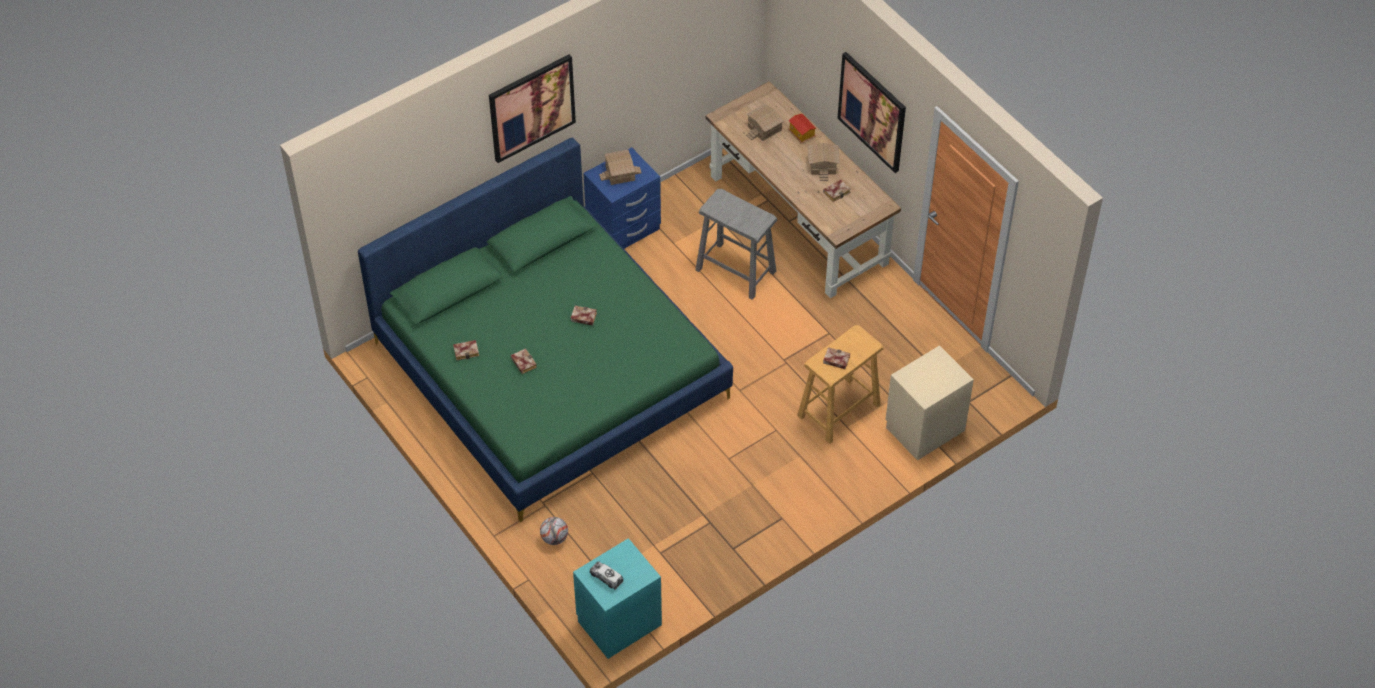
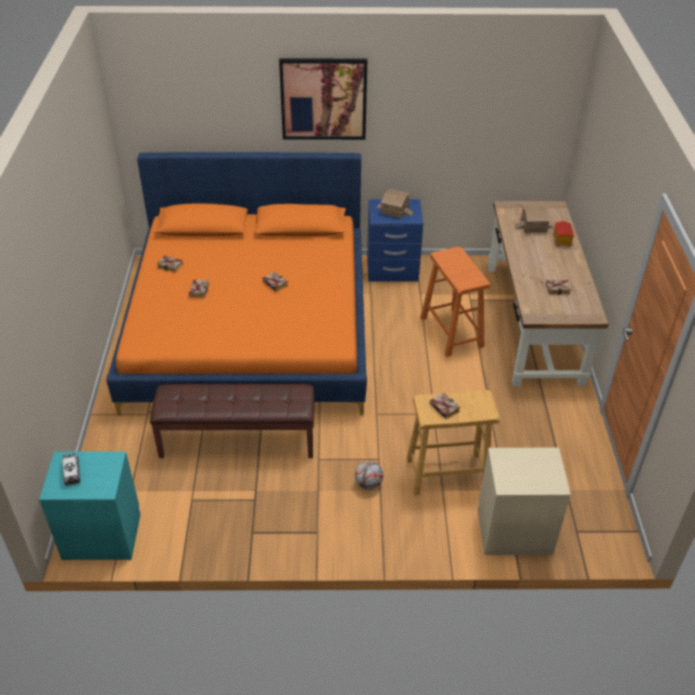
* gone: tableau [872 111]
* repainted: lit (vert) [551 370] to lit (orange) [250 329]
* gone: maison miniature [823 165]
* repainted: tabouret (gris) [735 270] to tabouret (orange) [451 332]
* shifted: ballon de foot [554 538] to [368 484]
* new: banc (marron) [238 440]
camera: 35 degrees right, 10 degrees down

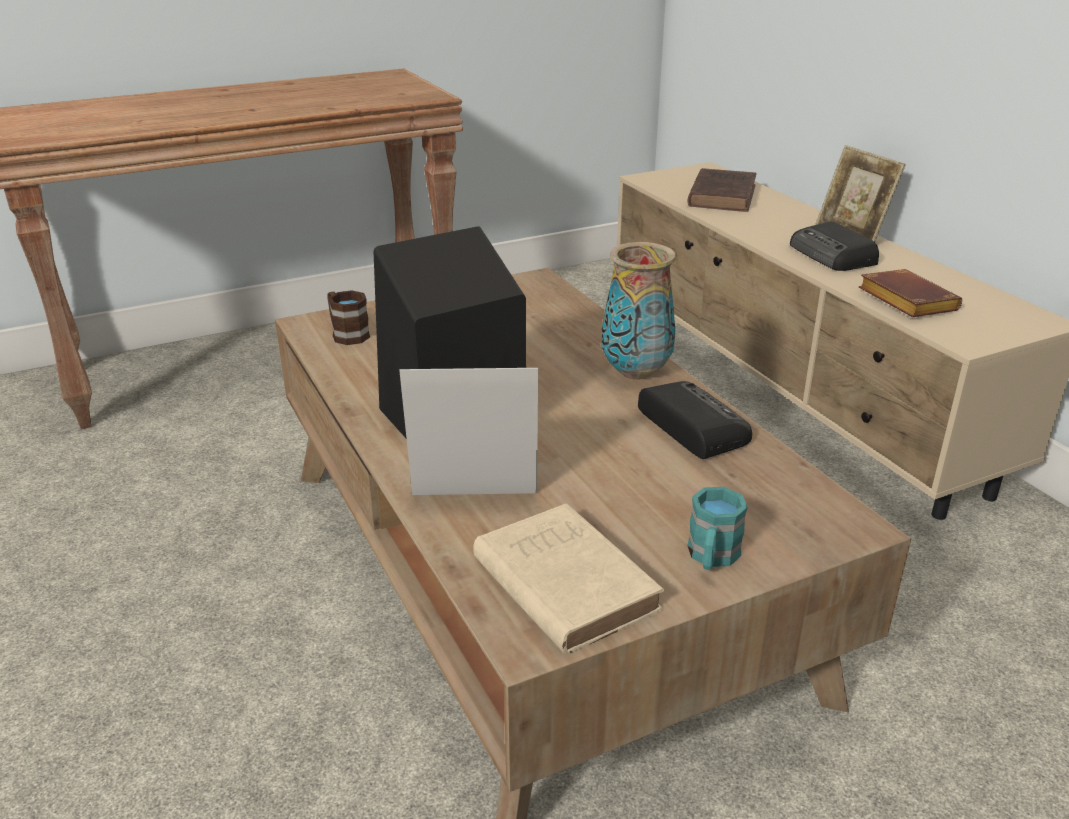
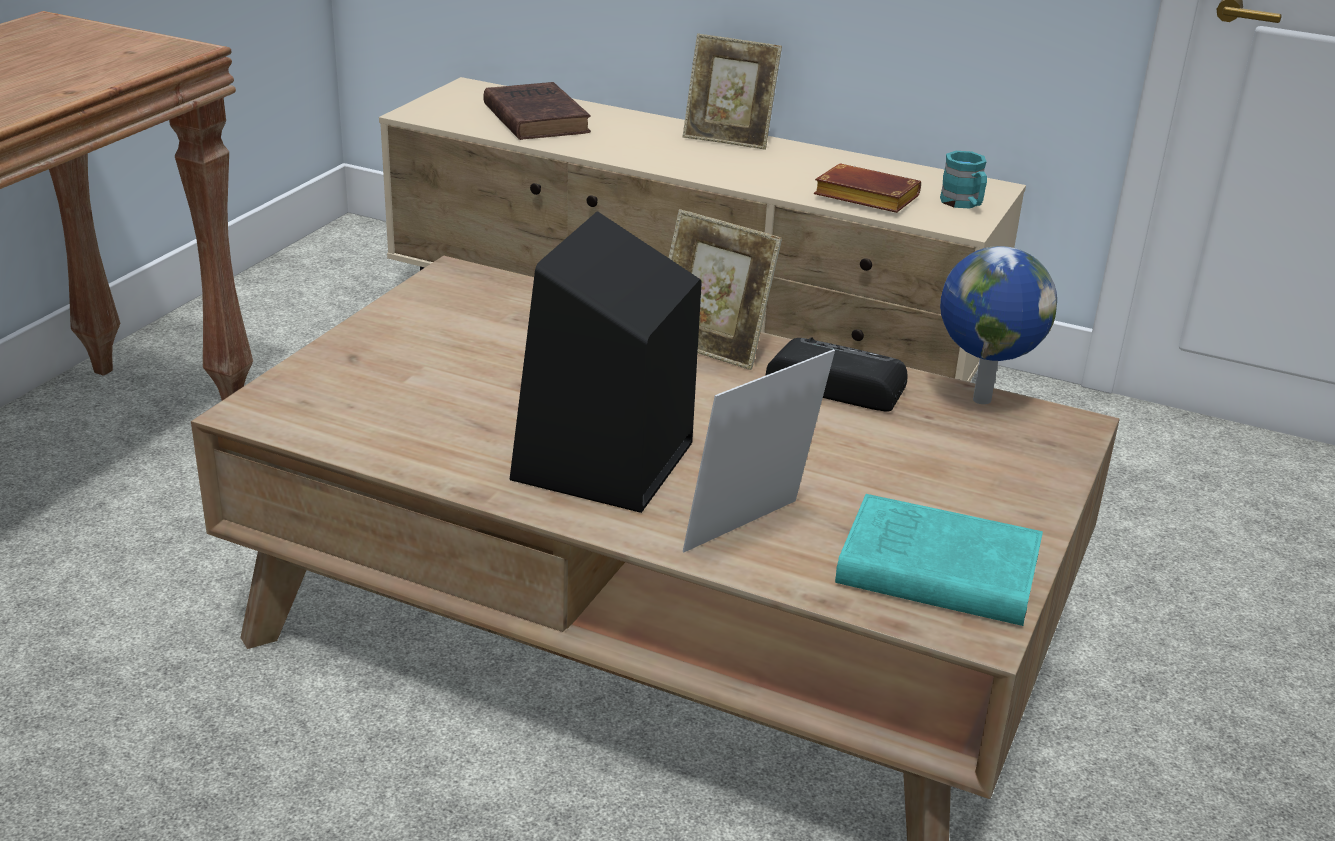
* gone: radio [833 255]
* swapped: vase [636 372] to cadre photo [711 347]
* gone: mug (marron) [346 333]
* shifted: mug (turquoise) [711 557] to [964 204]
* repainted: livre (beige) [562 582] to livre (turquoise) [932 569]
* new: globe [979 399]
camera: 40 degrees left, 0 degrees up

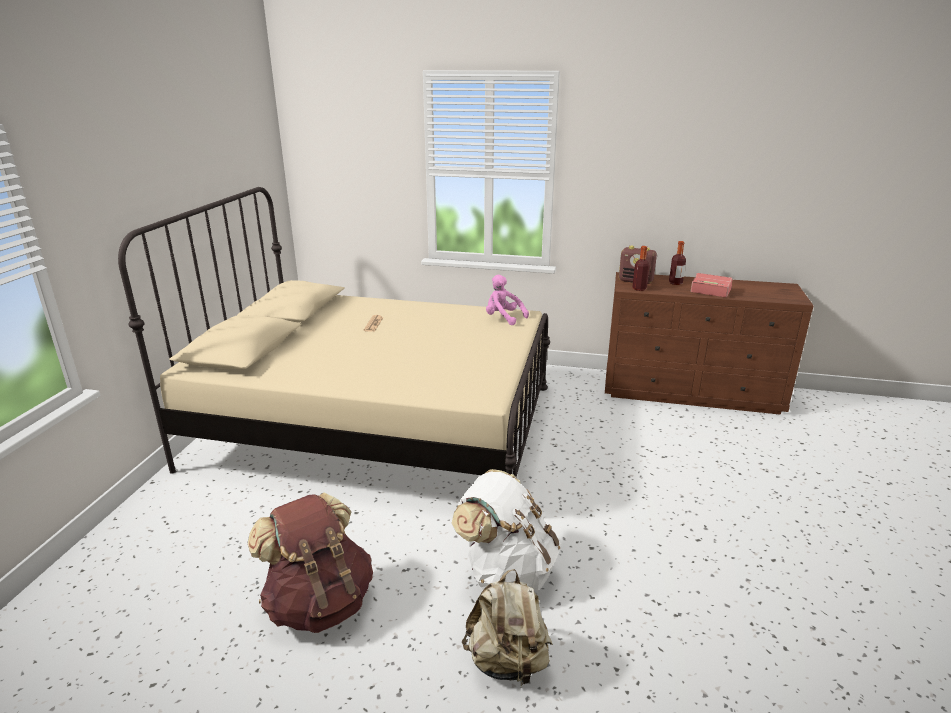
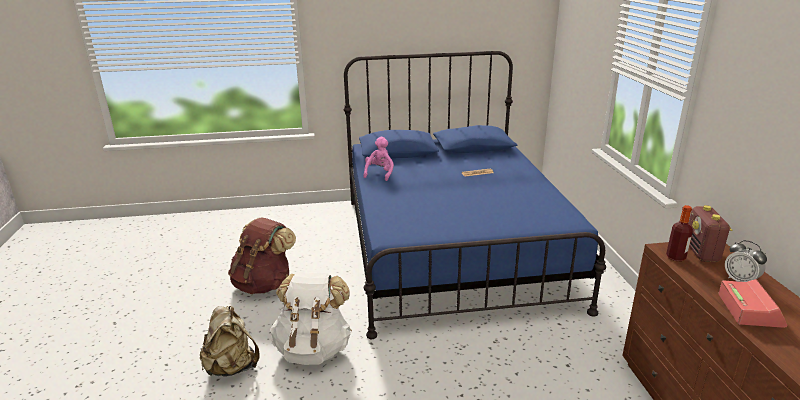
* repainted: lit (beige) [377 425] to lit (bleu) [451 249]
* swapped: bouteille [675 283] to réveil [740 280]
* shifted: peluche (rose) [503 318] to [379 173]
camera: 70 degrees right, 0 degrees up

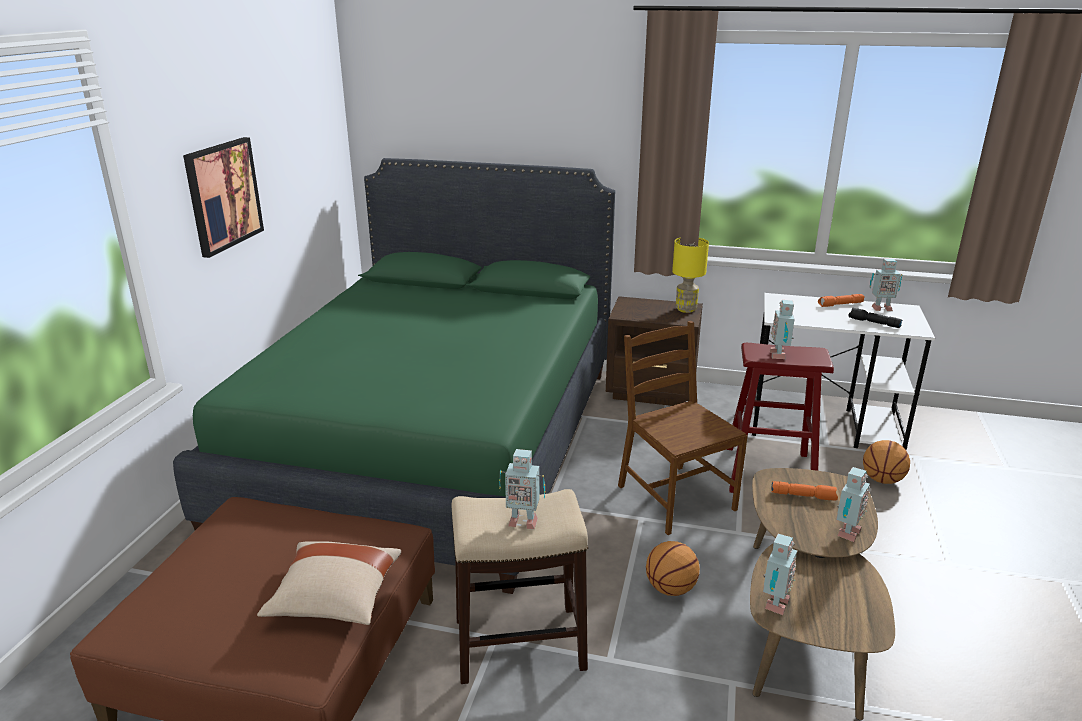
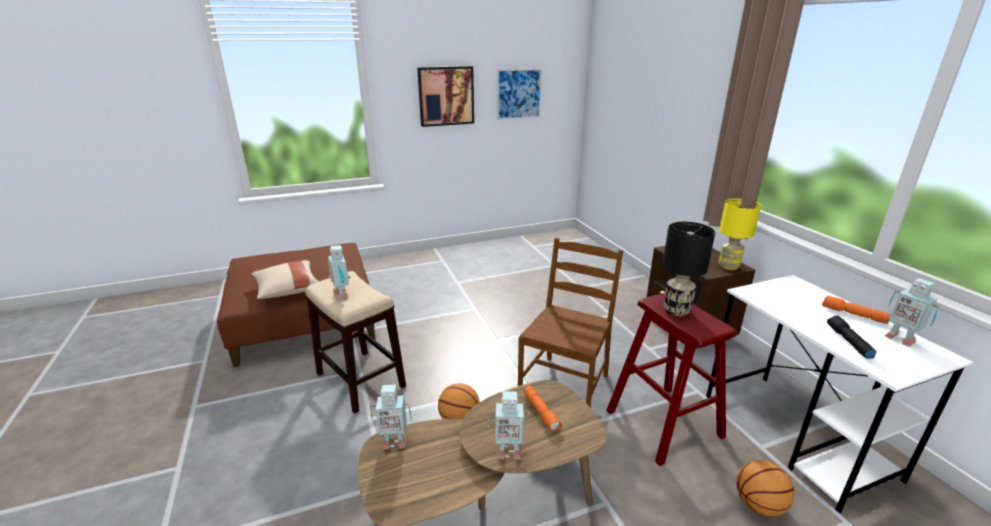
* gone: lit (vert) [436 442]
* swapped: robot jouet [779 355] to lampe de table (noir) [676 311]
* new: tableau [519 94]
camera: 55 degrees right, 0 degrees up

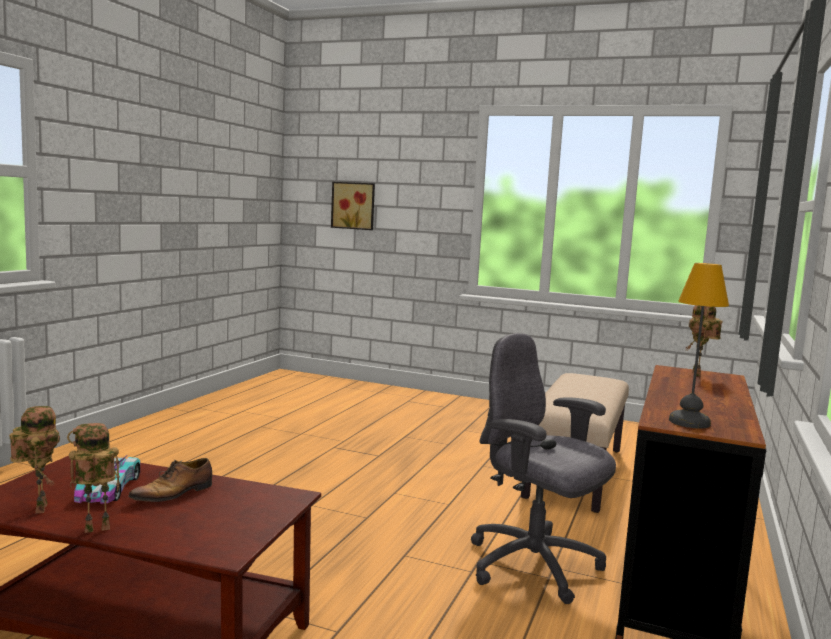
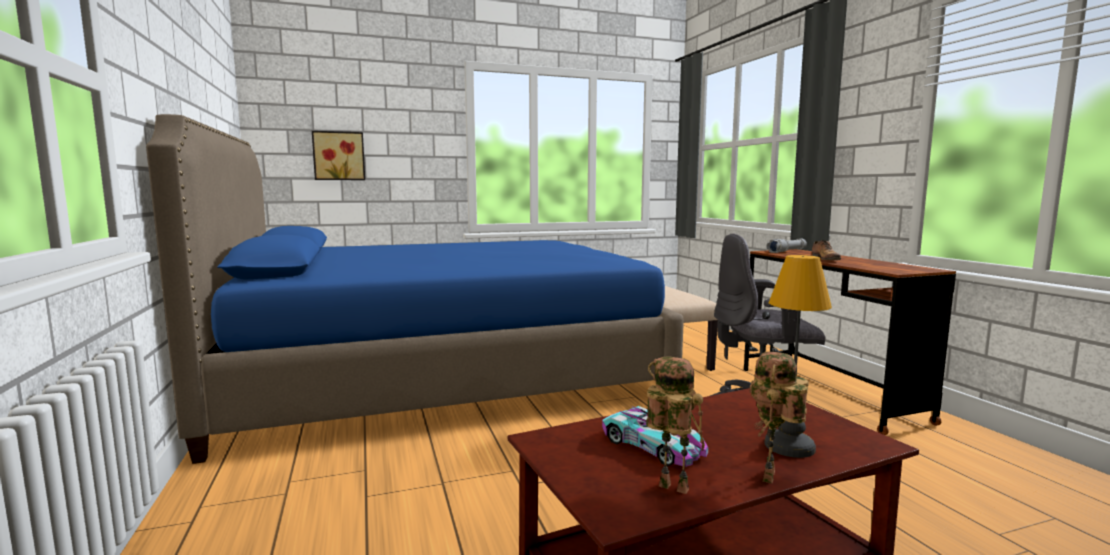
* shifted: lampe de table [690 422] to [789 445]
* swapped: robot jouet [698 374] to lampe de poche (gris) [786 251]
* shifted: chaussure [174 494] to [826 259]
* new: lit (bleu) [441 374]
camera: 40 degrees left, 0 degrees up

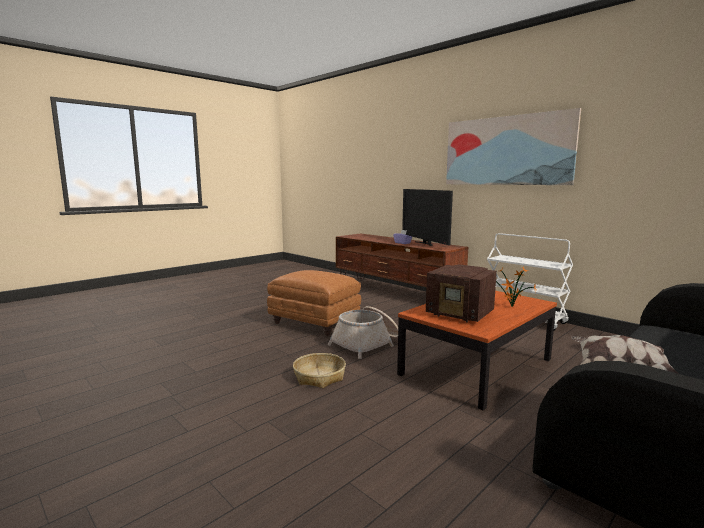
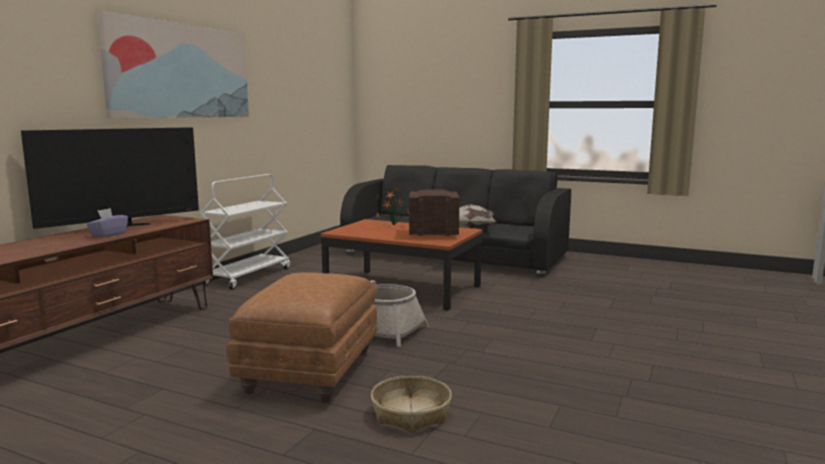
* rotated: radio [460 314] = [432 233] 105 degrees counterclockwise
* shifted: panier [319 377] to [411 413]
camera: 110 degrees left, 0 degrees up

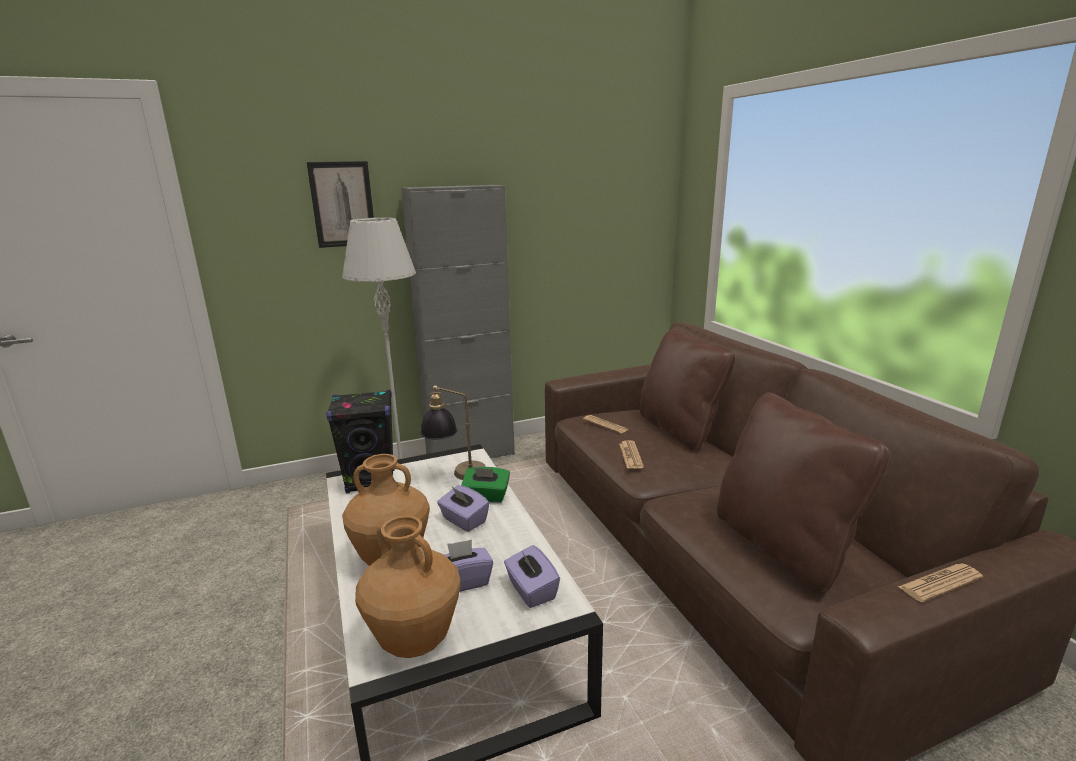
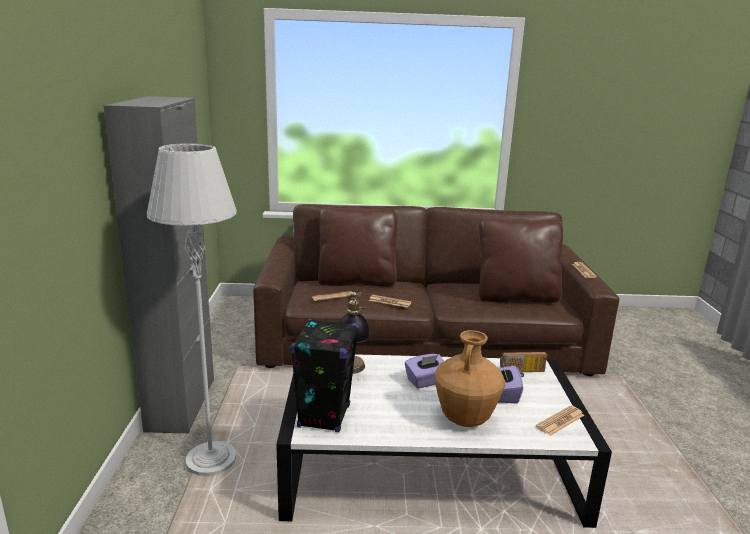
* gone: tableau [342 204]
* gone: boîte à mouchoirs (vert) [486 497]
* swapped: vase (marron) [414 640] to journal [560 421]
* swapped: boîte à mouchoirs (violet) [531 590] to radio [522 373]
camera: 70 degrees left, 0 degrees up

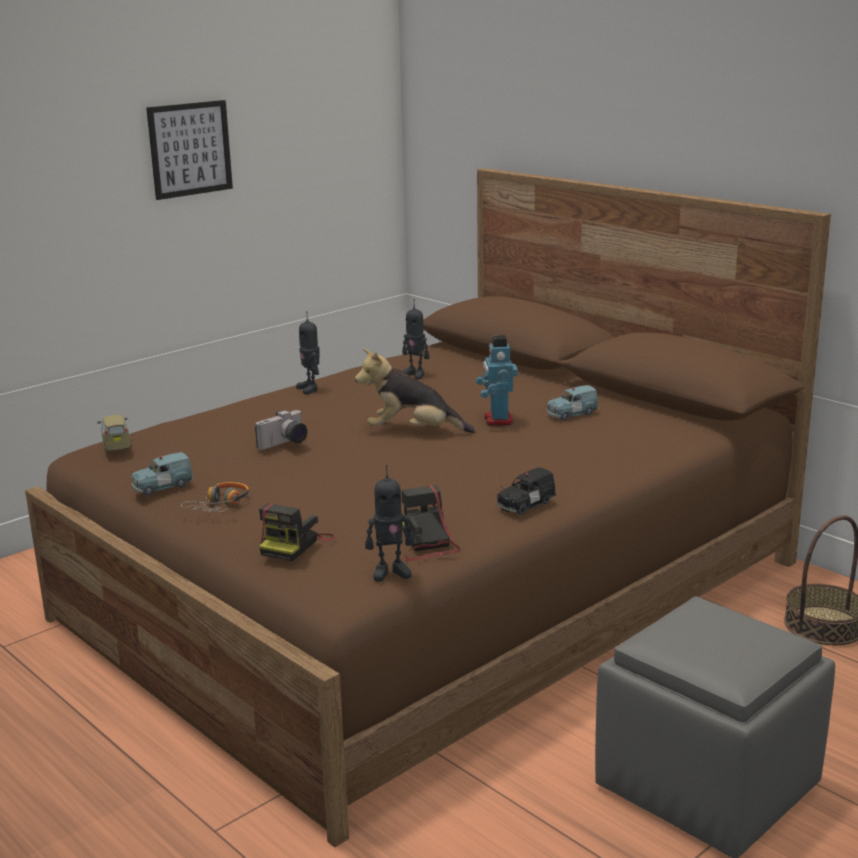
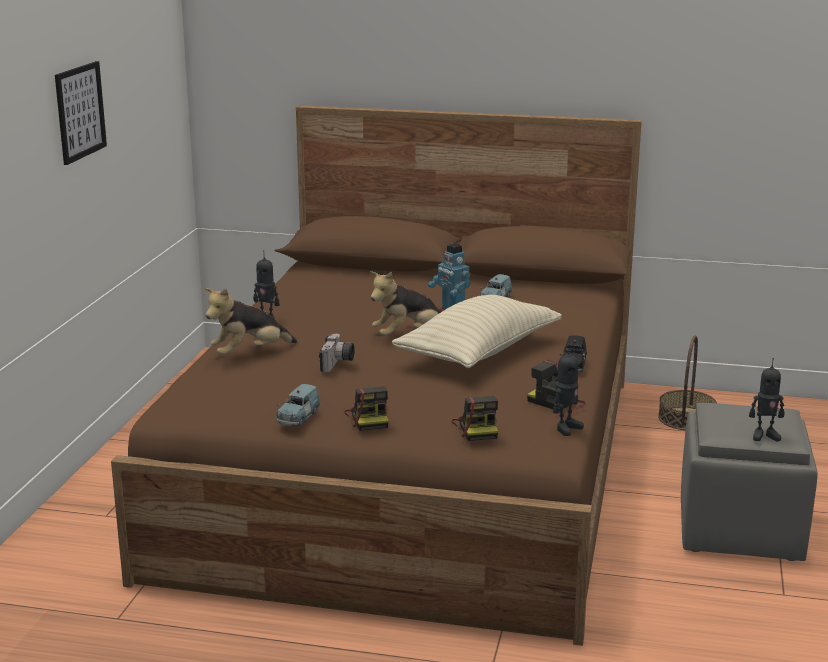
* shifted: robot jouet [415 375] to [764 436]
* gone: petite voiture [116 444]
* swapped: casque audio [221 505] to appareil photo [369 418]
* new: peluche [249 353]
* new: coussin (beige) [478 352]
camera: 35 degrees left, 0 degrees up

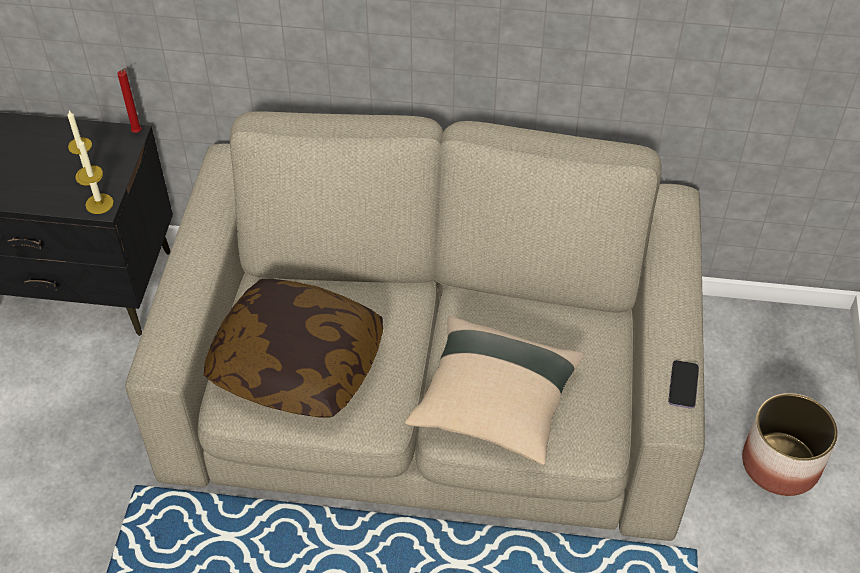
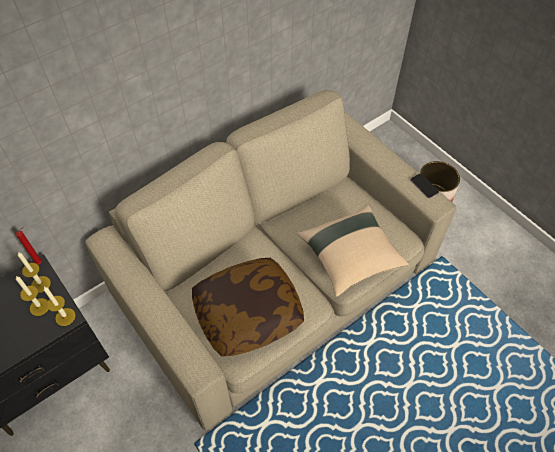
* new: bougie [41 284]
camera: 45 degrees left, 5 degrees up

